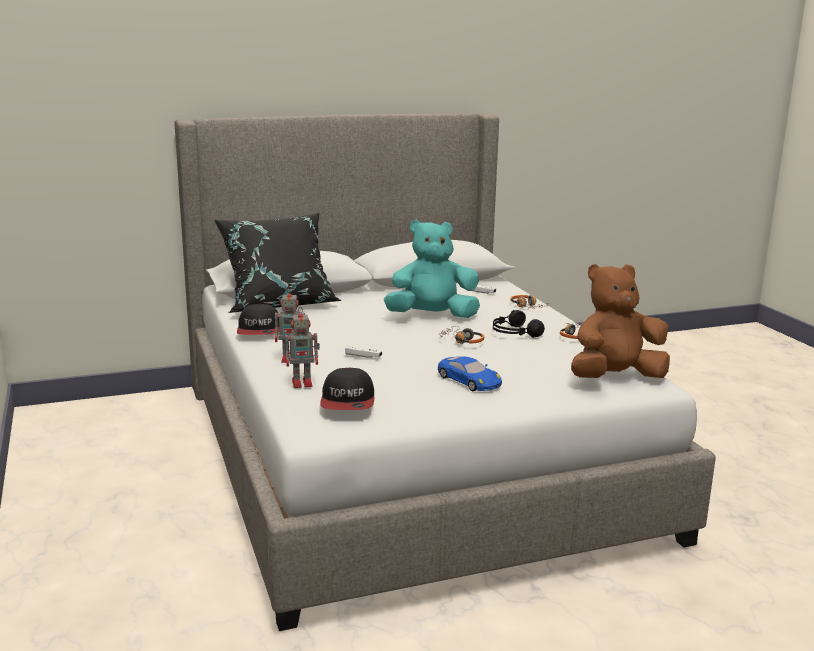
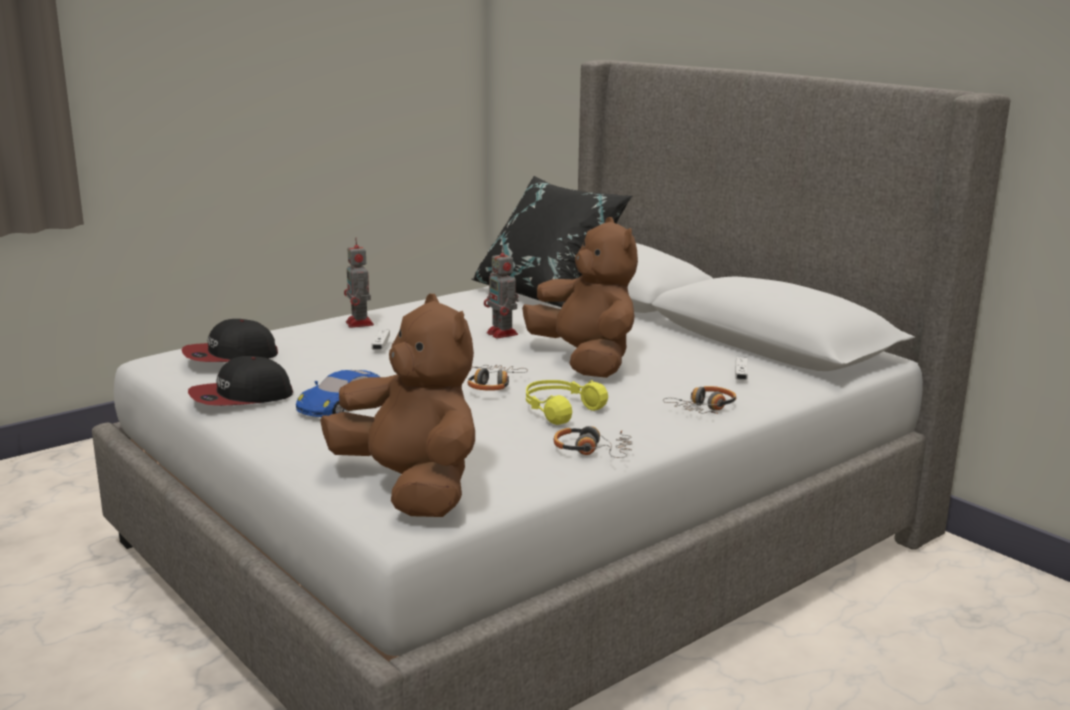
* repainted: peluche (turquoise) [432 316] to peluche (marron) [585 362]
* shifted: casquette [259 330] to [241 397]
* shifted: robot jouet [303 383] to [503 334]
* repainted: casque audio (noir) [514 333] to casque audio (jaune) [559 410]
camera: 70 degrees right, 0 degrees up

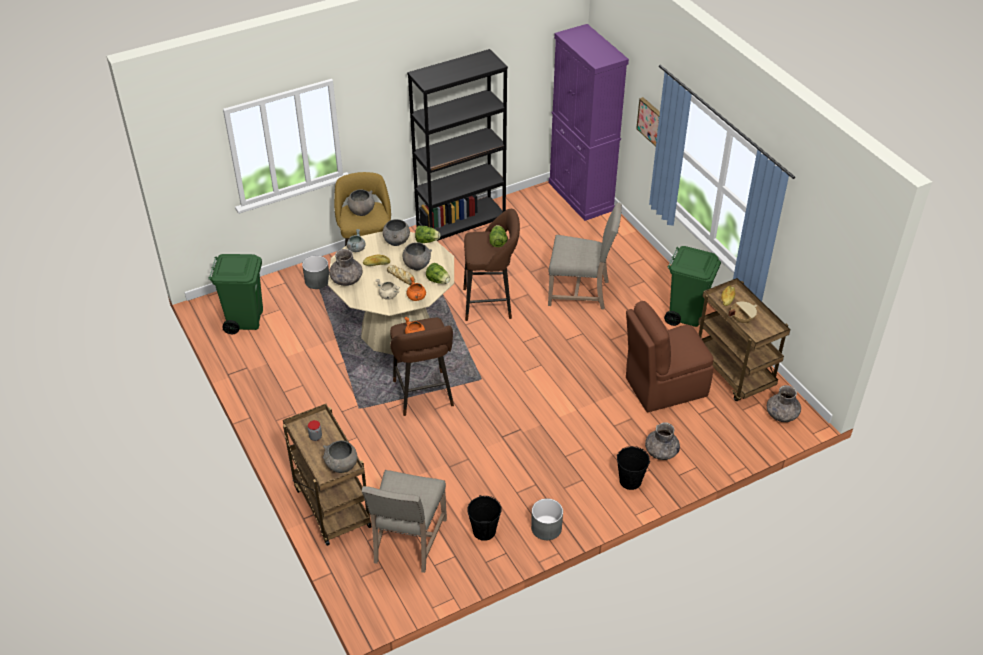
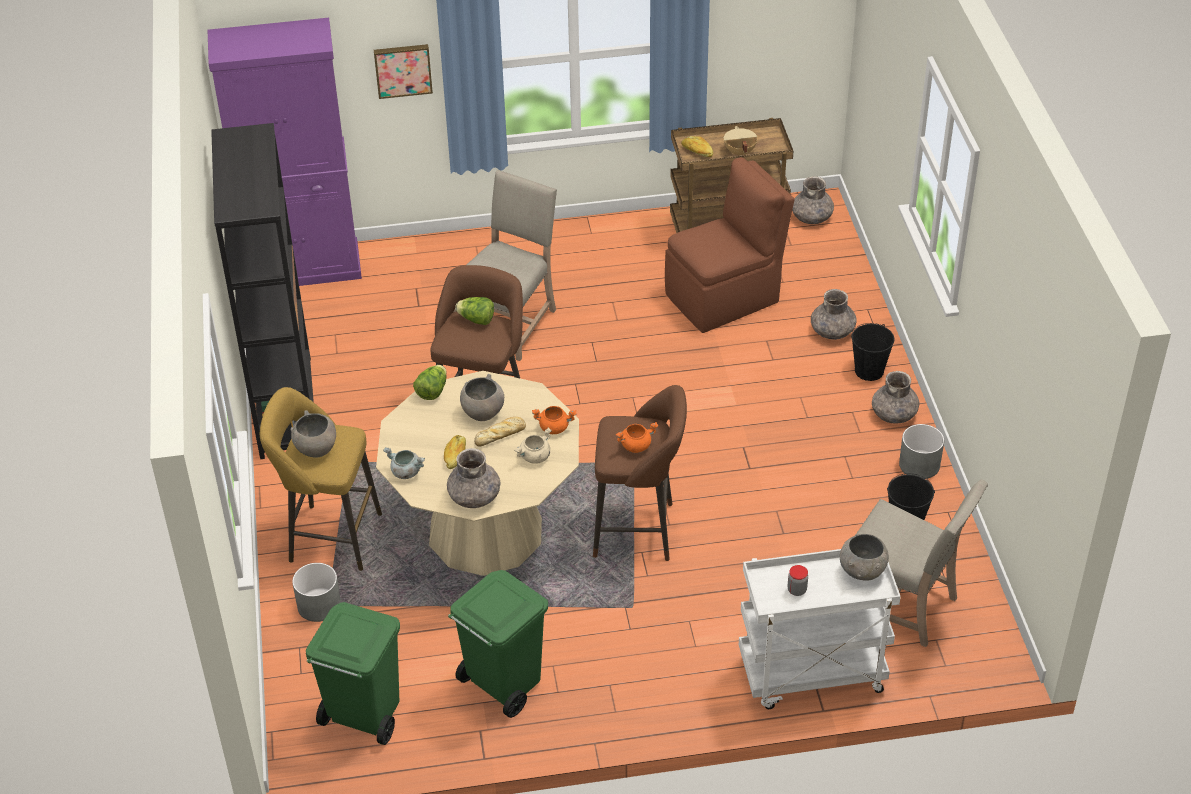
* gone: bol (gris) [397 241]
* shifted: poubelle (vert) [686 314] to [502 684]
* gone: laitue [438 281]
* rotated: chaise (marron) [664 387] = [725 297] 120 degrees counterclockwise
* repainted: chariot (marron) [330 506] to chariot (blanc) [811 675]
* new: vase (gris) [894 414]
camera: 70 degrees left, 0 degrees up

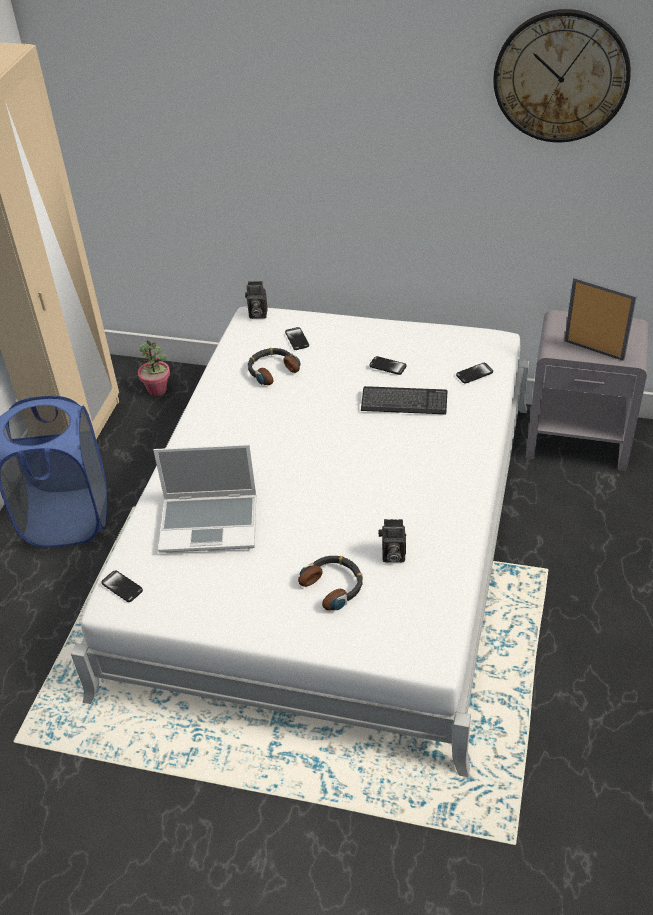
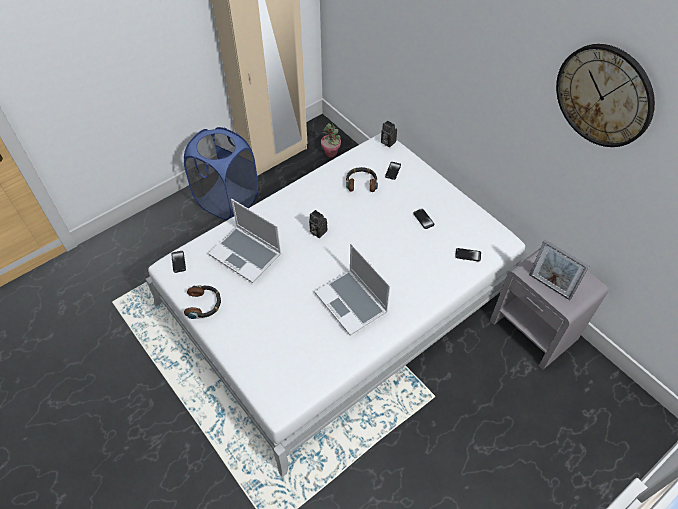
* rotated: cadre photo [594 350] = [549 286] 150 degrees clockwise
* gone: clavier [404 402]
* shifted: appareil photo [392 555] to [317 231]
* shifted: casque audio [333 586] to [204 304]
* new: ordinateur portable [352 303]
camera: 35 degrees right, 10 degrees up

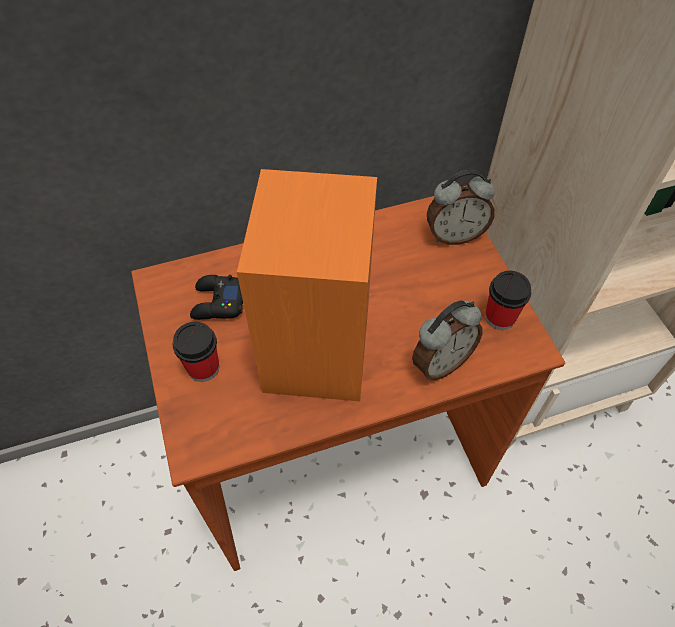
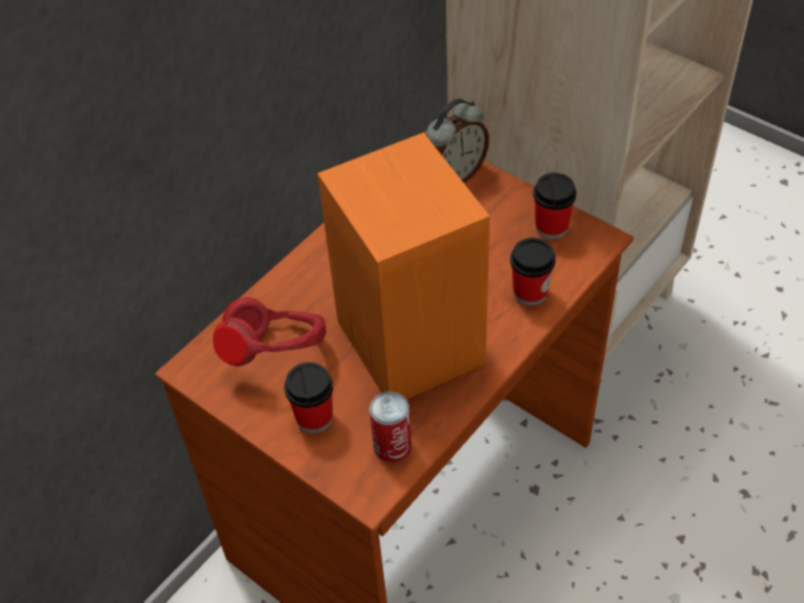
* swapped: manette (noir) [218 303] to casque audio (rouge) [276 353]
* swapped: réveil [440 362] to tasse [530 292]
* new: boîte métallique [392 445]
camera: 30 degrees left, 5 degrees down

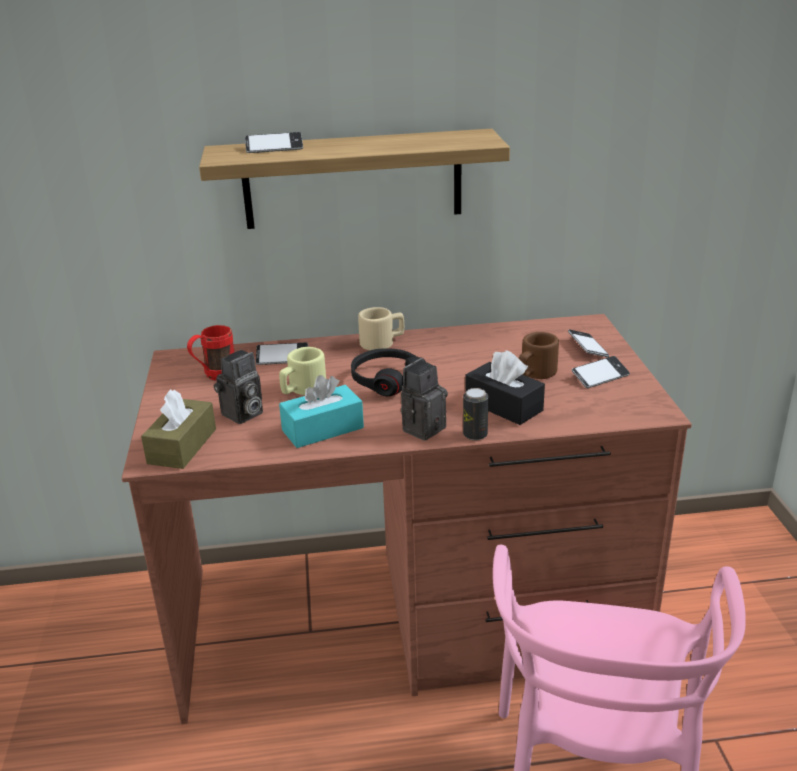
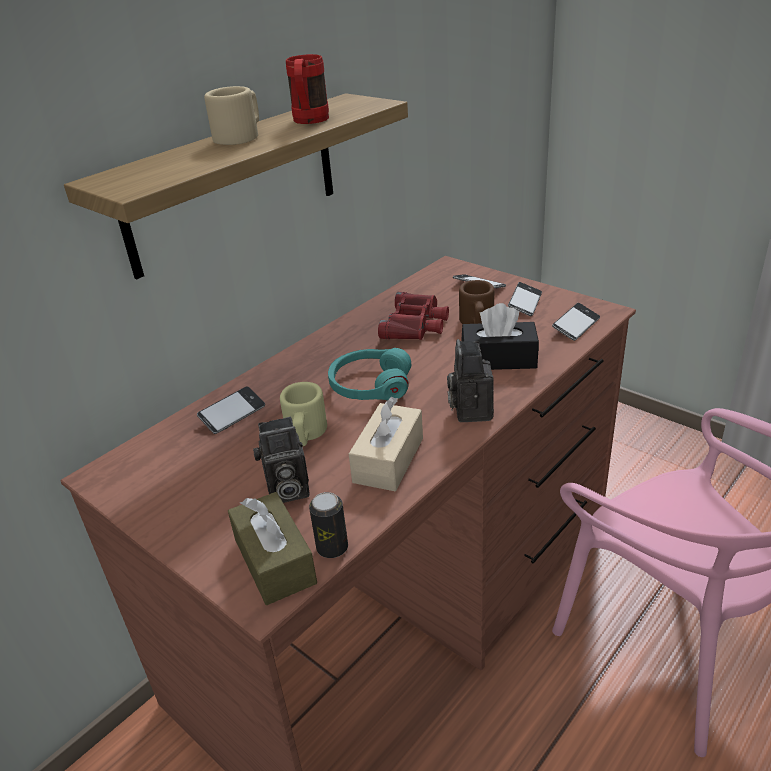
* shifted: téléphone [274 148] to [575 326]
* shifted: mug (beige) [382 342] to [241 136]
* shifted: mug (rouge) [214 376] to [309 121]
* repainted: casque audio (noir) [387 380] to casque audio (turquoise) [370 385]
* rotated: appareil photo [242 415] = [286 491] 75 degrees clockwise
* repainted: boîte à mouchoirs (turquoise) [322 429] to boîte à mouchoirs (beige) [388 460]
* shifted: boîte métallique [475 435] to [332 548]
* new: jumelles (rouge) [415 324]
camera: 40 degrees left, 5 degrees up

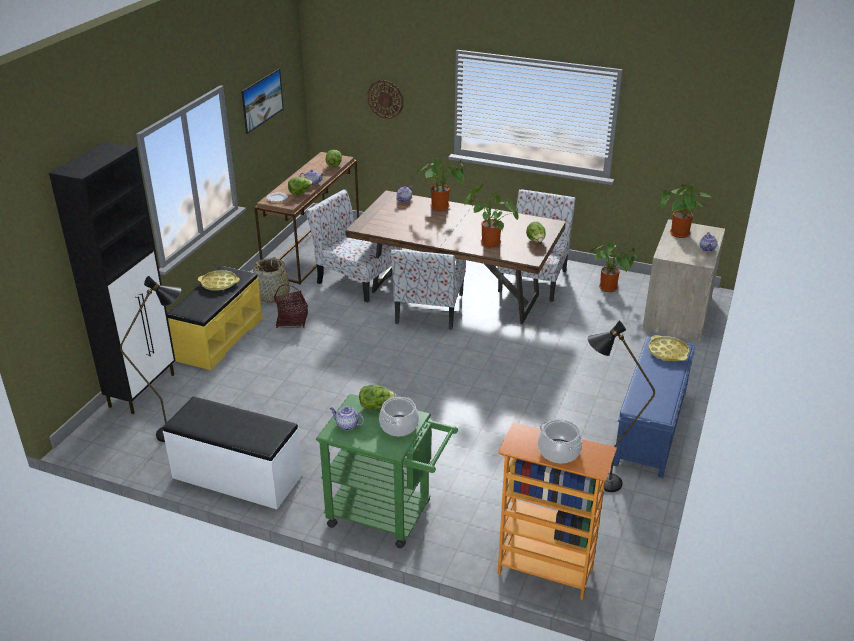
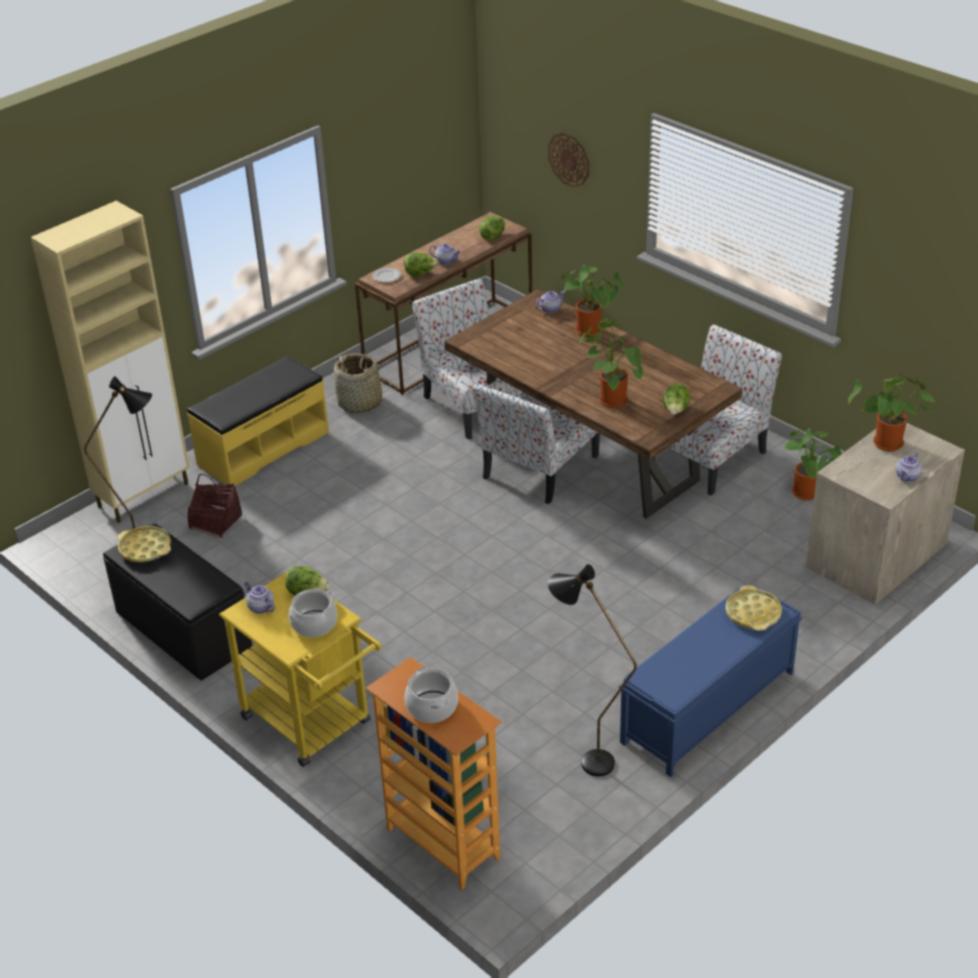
* gone: tableau [263 110]
* repainted: meuble de rangement (noir) [143 390] to meuble de rangement (beige) [145 495]
* shifted: plateau (jaune) [219 283] to [145 548]
* shifted: panier [292 320] to [215 522]
* repainted: chariot (vert) [388 516] to chariot (jaune) [313 725]
* repainted: banc (blanc) [237 477] to banc (noir) [182 630]
camera: 25 degrees right, 5 degrees up

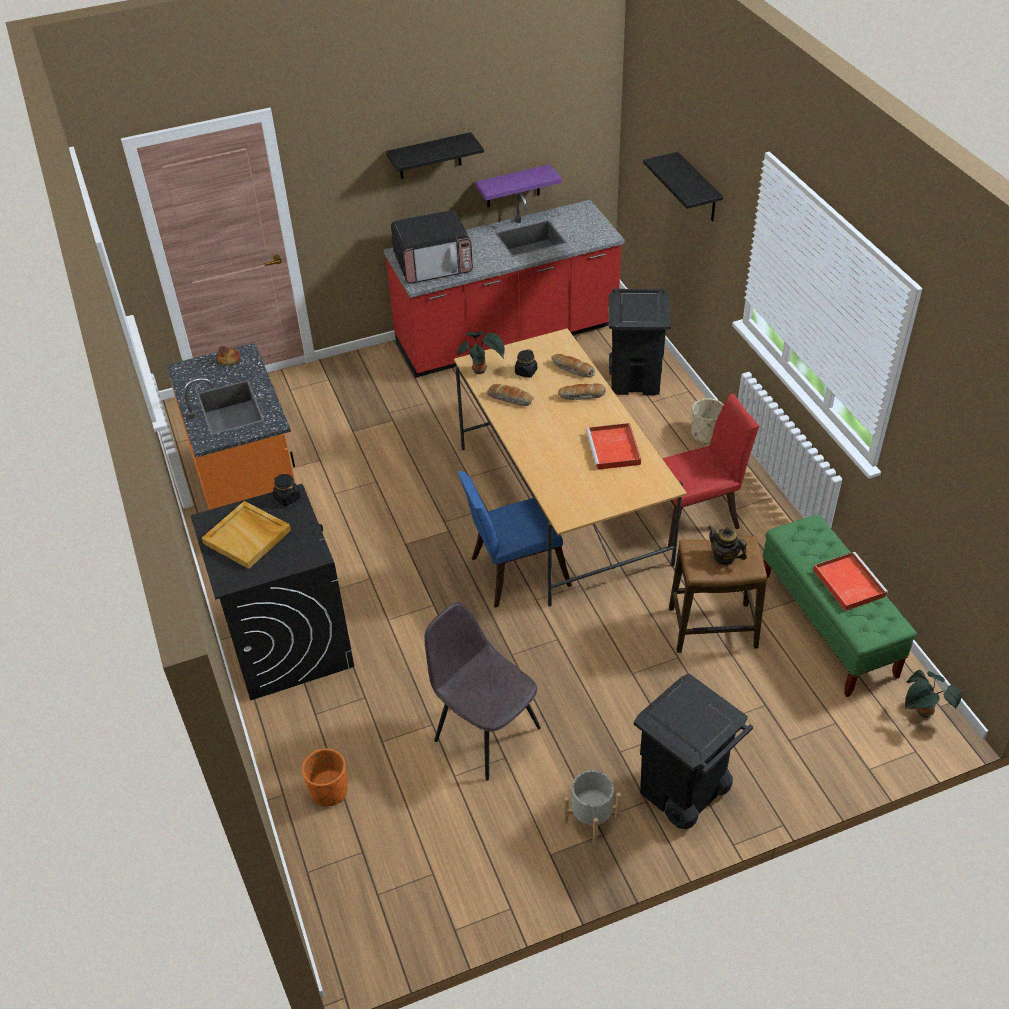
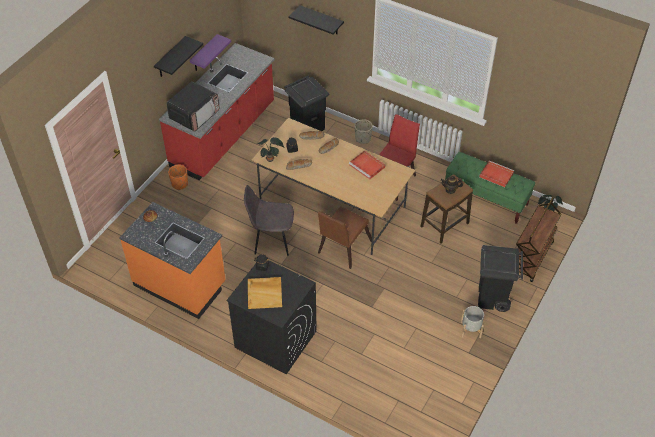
* repainted: chaise (bleu) [513 572] to chaise (marron) [342 249]
* shifted: chaise (gris) [485 732] to [271 240]
* shifted: cache-pot (orange) [329 791] to [179 184]
* new: chariot (marron) [531 258]
camera: 40 degrees left, 5 degrees up

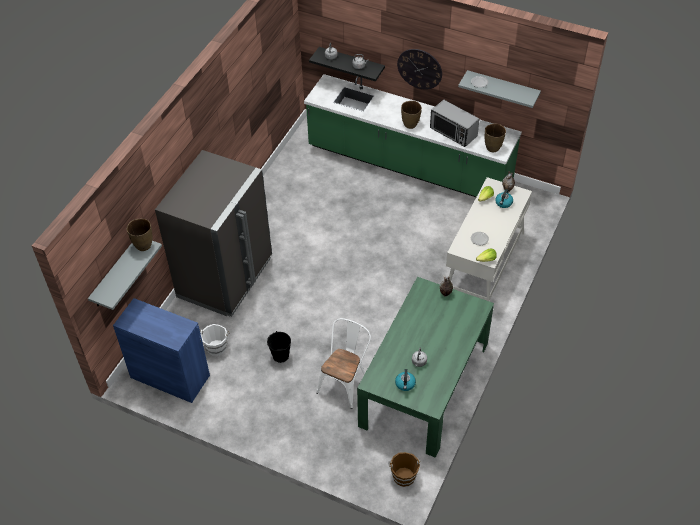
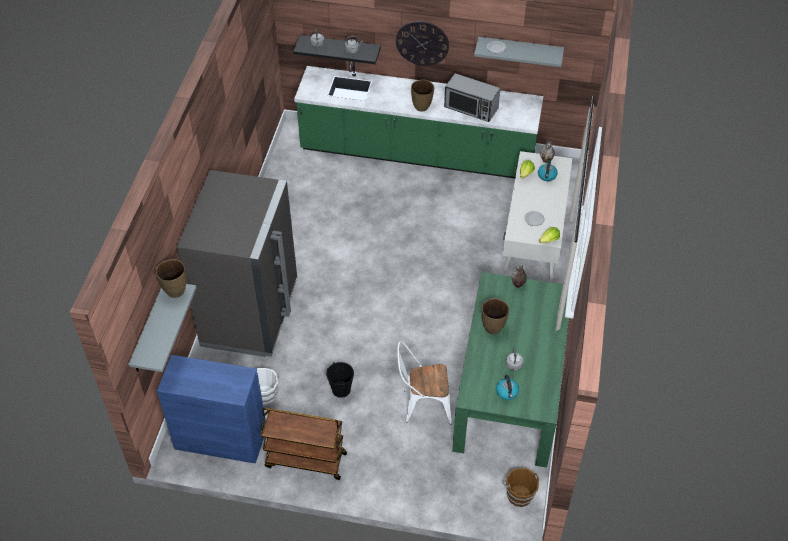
* shifted: vase (marron) [493 148] to [493 327]
* rotated: chaise (blanc) [345 382] = [422 405] 105 degrees counterclockwise
* new: chariot (marron) [305 460]
camera: 15 degrees left, 0 degrees up

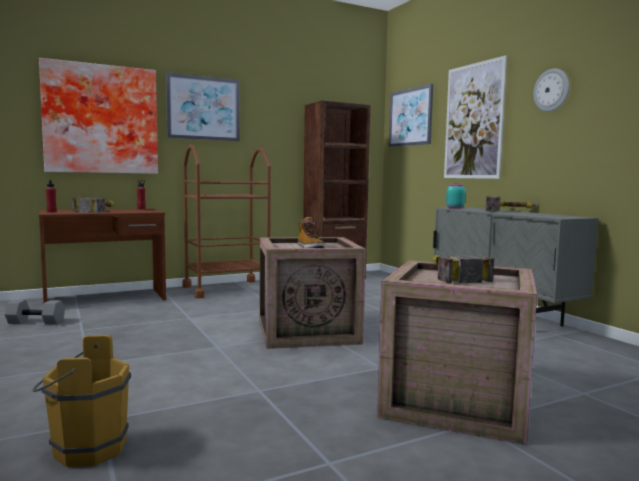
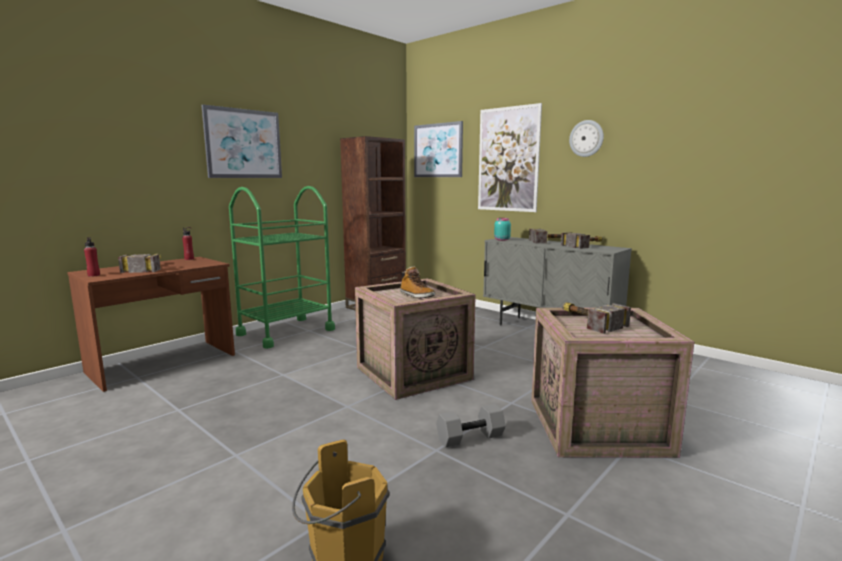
* gone: tableau [101 119]
* repainted: chariot (marron) [227 289] to chariot (vert) [286 332]
* shifted: haltère (gris) [36 322] to [470 437]
* new: marteau [586 245]
camera: 20 degrees left, 5 degrees up

